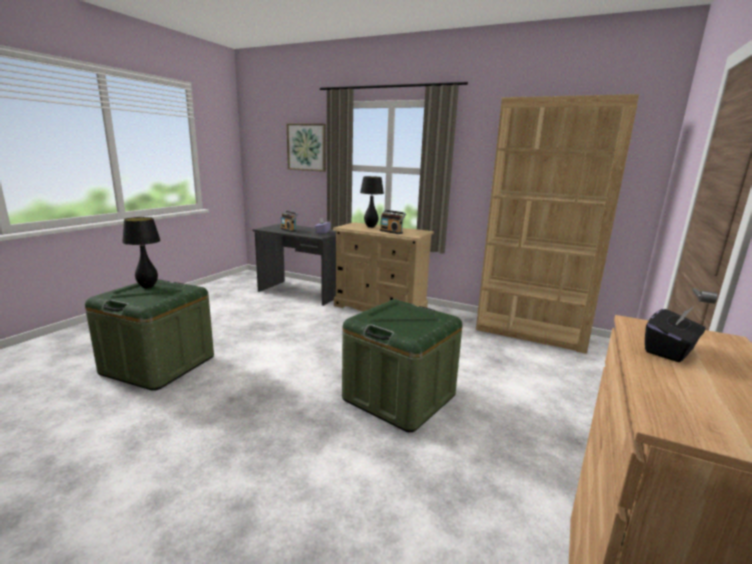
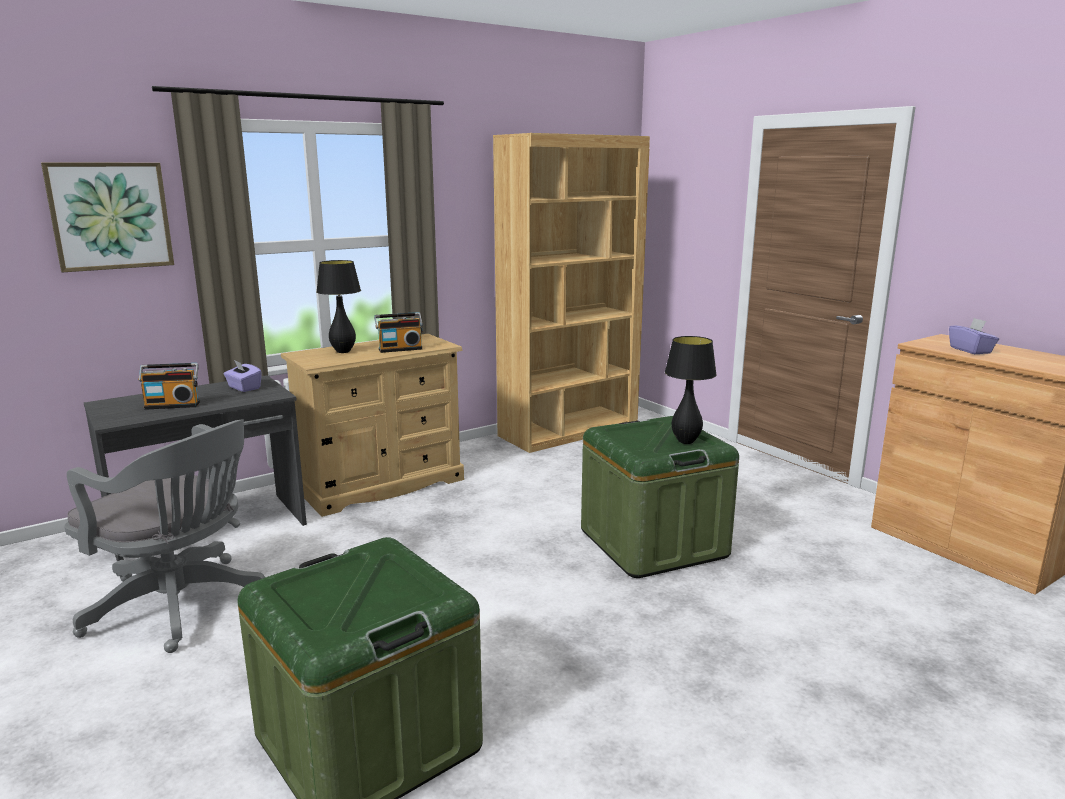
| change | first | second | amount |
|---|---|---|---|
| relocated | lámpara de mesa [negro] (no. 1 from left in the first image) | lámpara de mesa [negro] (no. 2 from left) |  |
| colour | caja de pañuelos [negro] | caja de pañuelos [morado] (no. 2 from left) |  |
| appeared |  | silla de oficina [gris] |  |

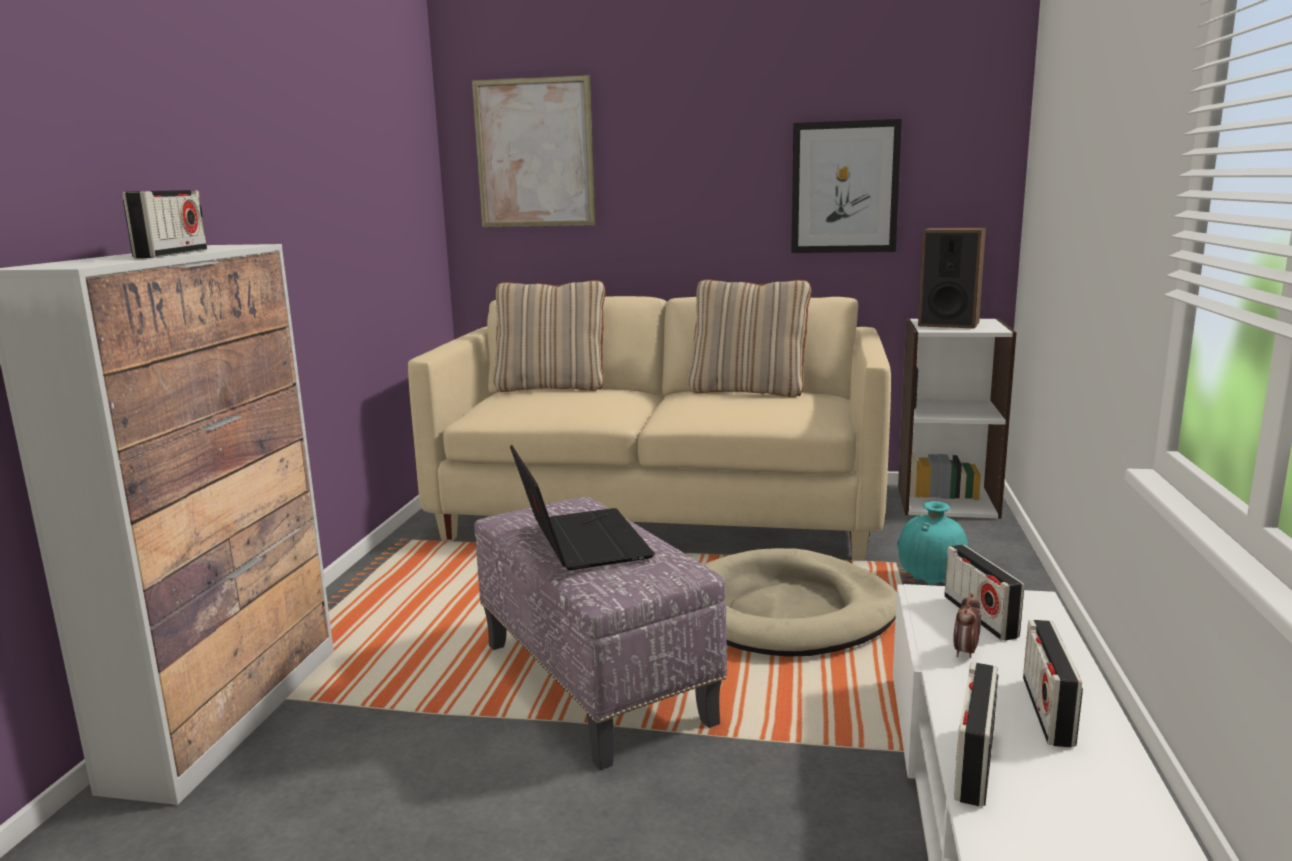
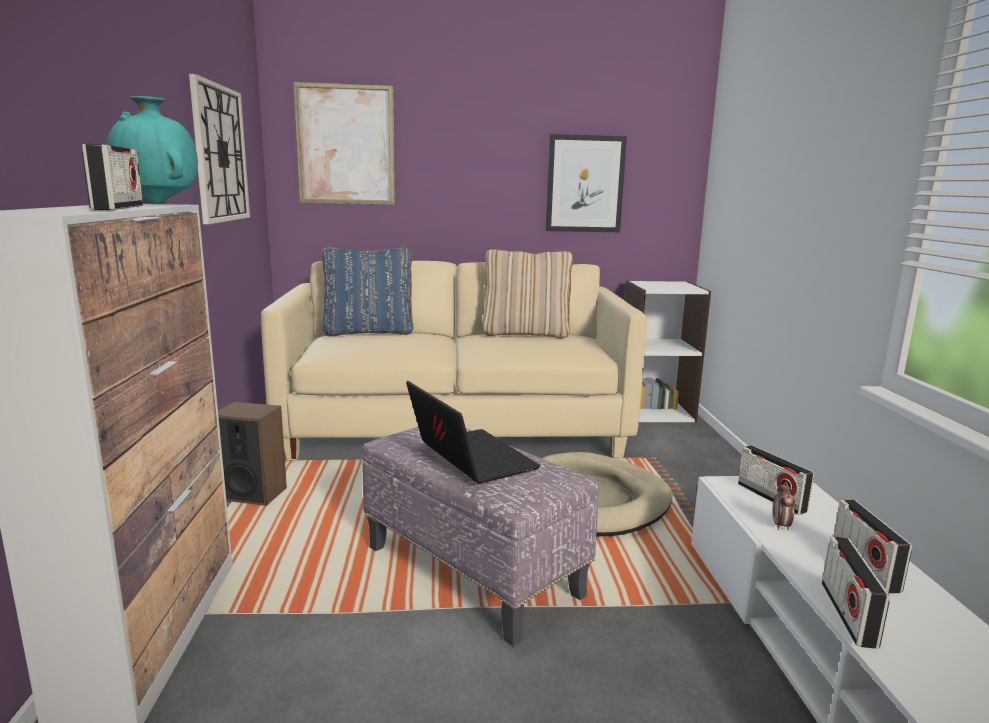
| change | first | second | amount |
|---|---|---|---|
| relocated | altavoz |  |  |
| colour | cojín [beis] (no. 1 from left) | cojín [azul] |  |
| relocated | florero [turquesa] |  |  |
| appeared |  | reloj de pared |  |

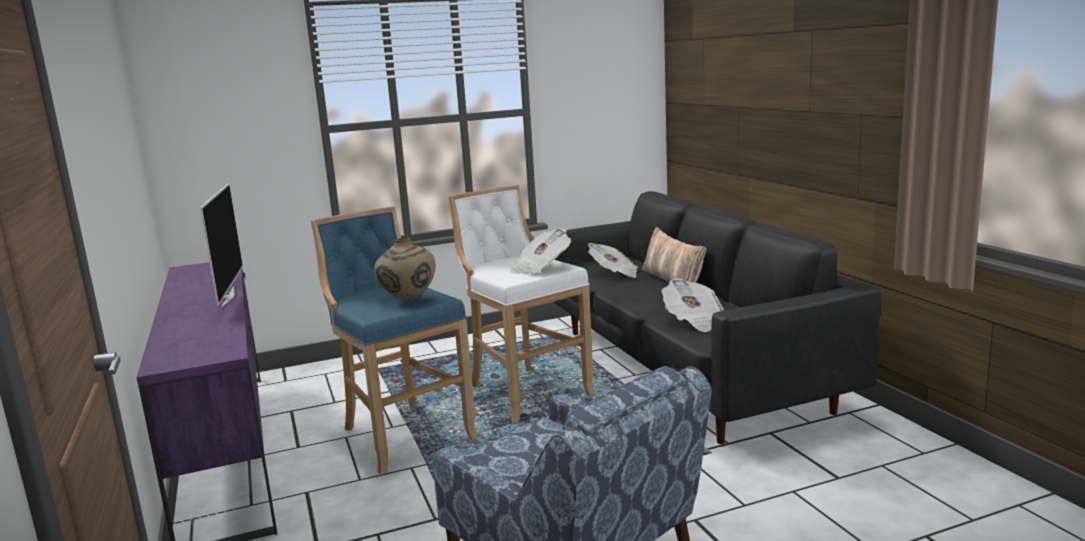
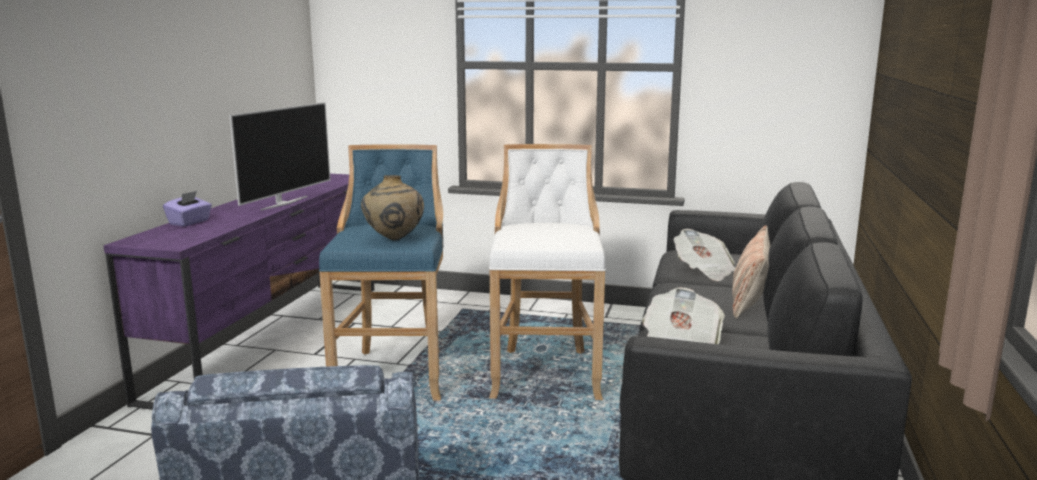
| change | first | second | amount |
|---|---|---|---|
| missing | periódico (no. 1 from left) |  |  |
| appeared |  | caja de pañuelos [morado] |  |

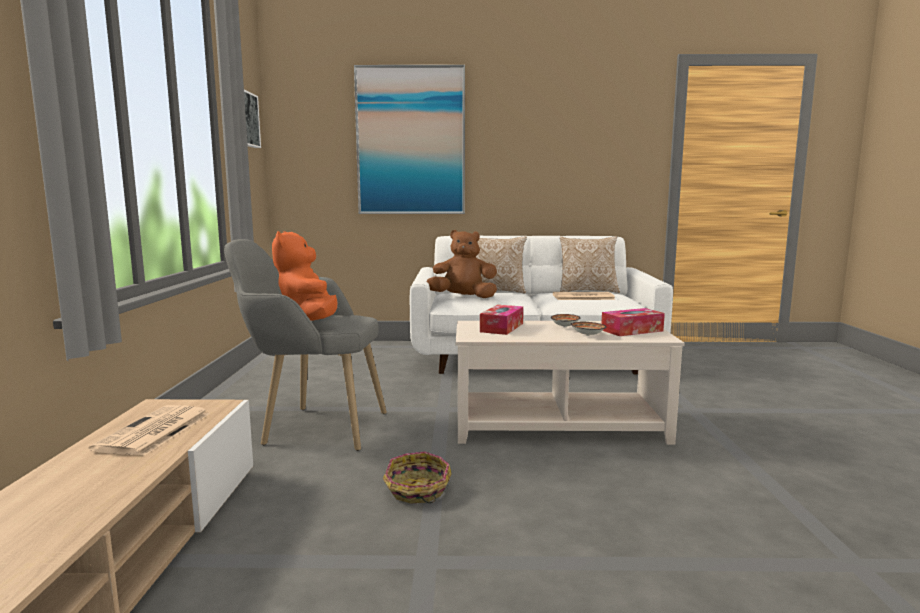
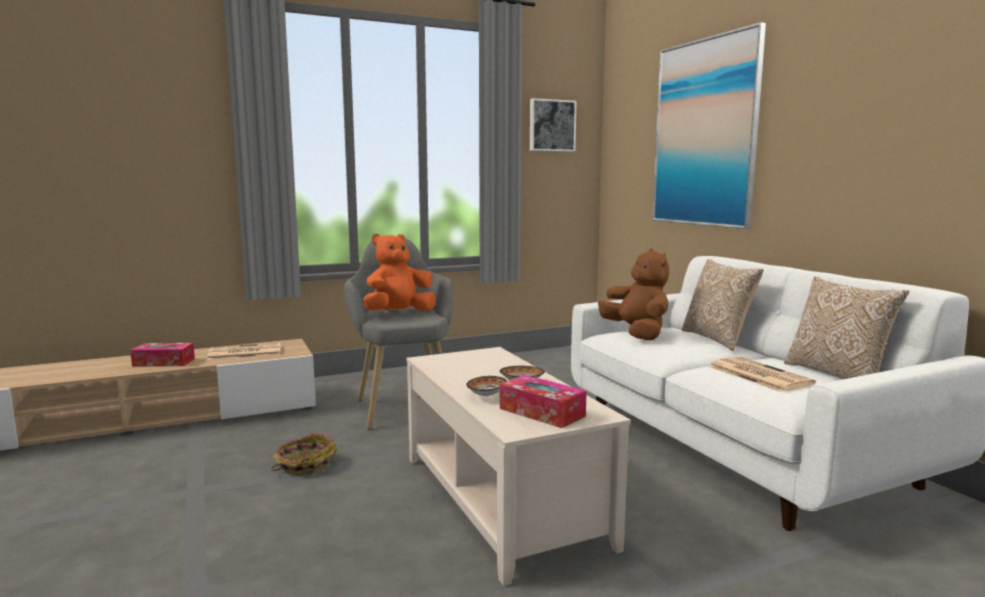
| change | first | second | amount |
|---|---|---|---|
| relocated | caja de pañuelos (no. 1 from left) |  |  |

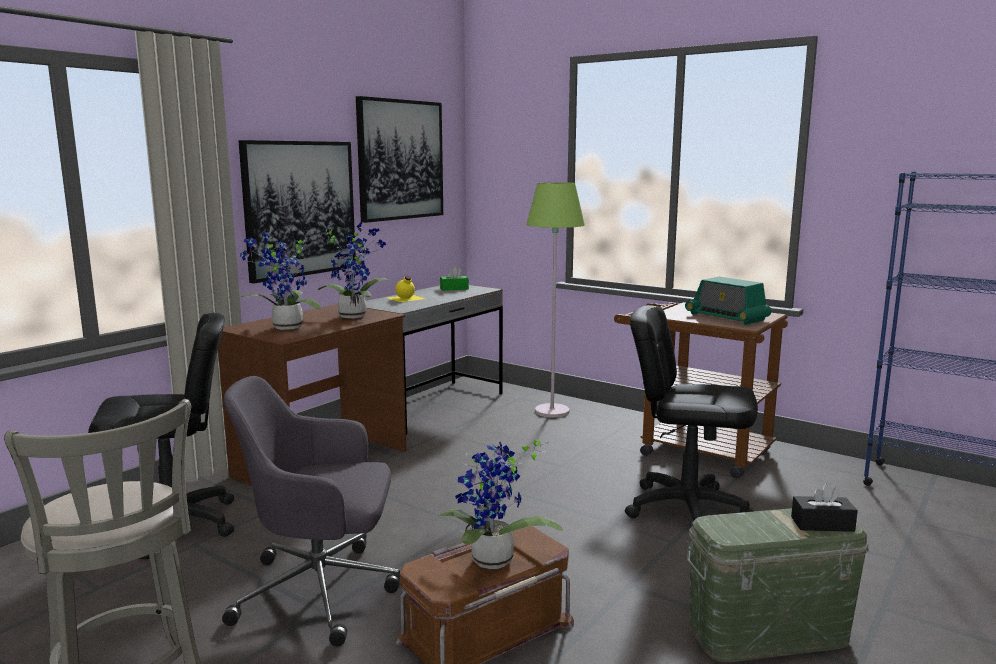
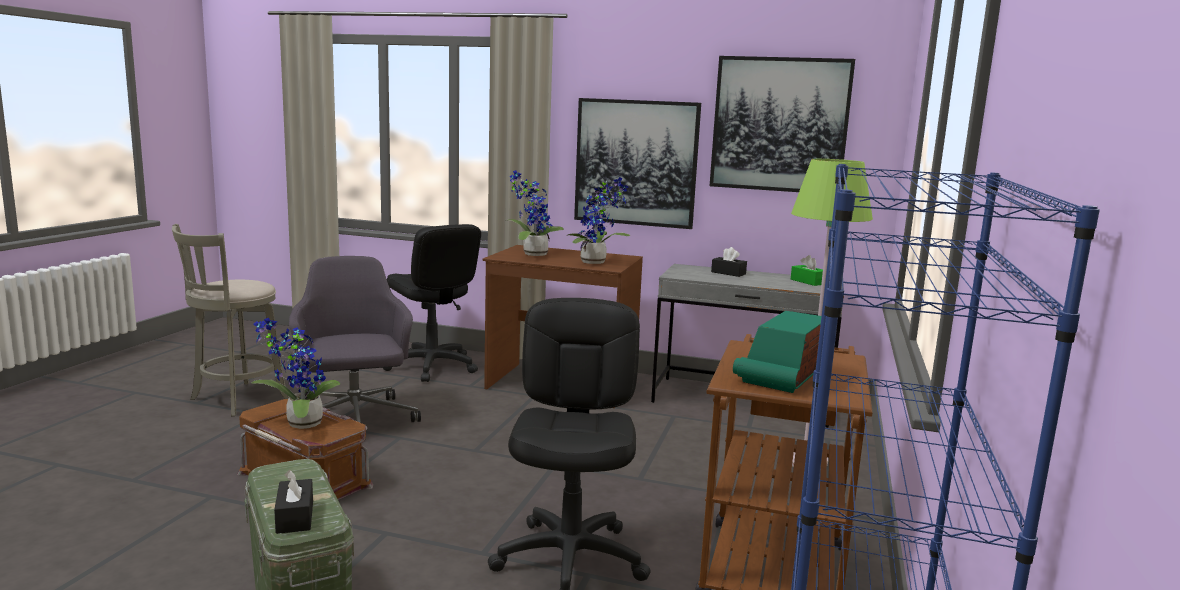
| change | first | second | amount |
|---|---|---|---|
| exchanged | botella [amarillo] | caja de pañuelos [negro] (no. 2 from left) |  |

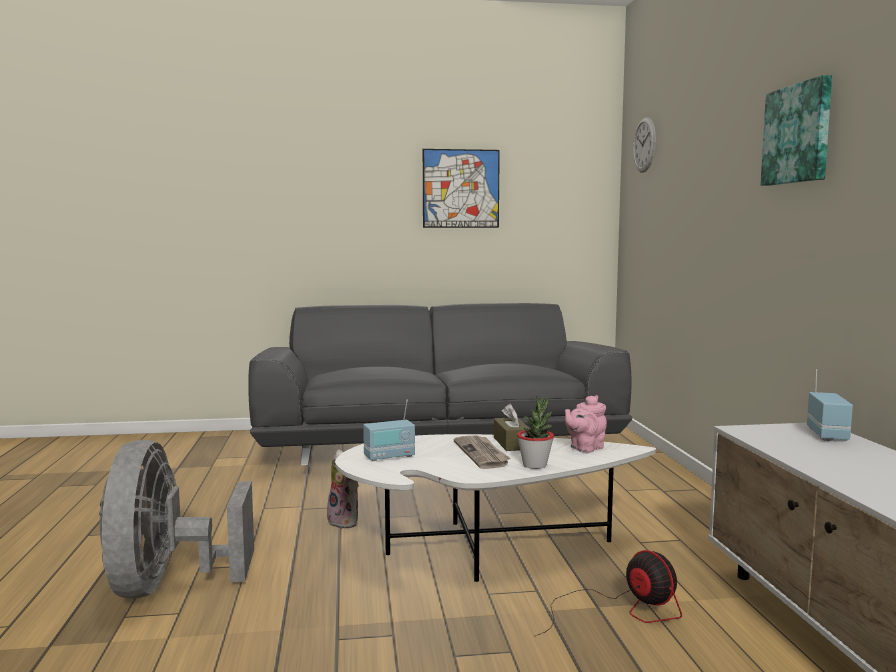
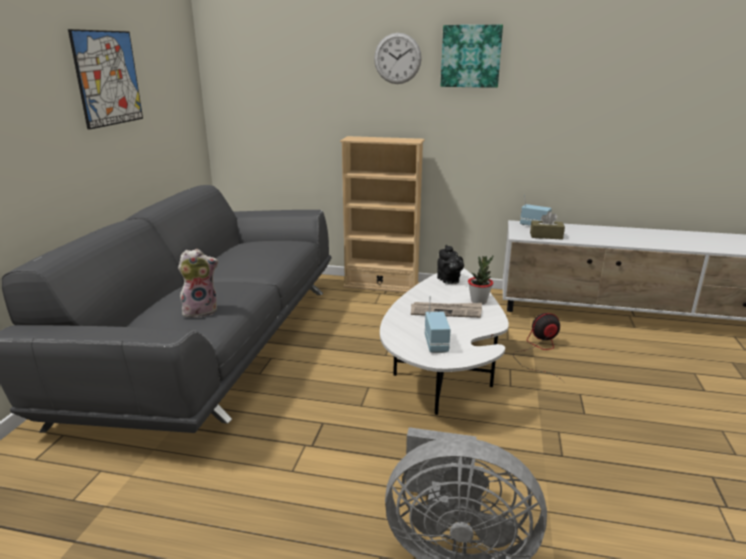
| change | first | second | amount |
|---|---|---|---|
| relocated | reloj de pared |  |  |
| colour | tetera [rosa] | tetera [negro] |  |
| relocated | caja de pañuelos [marrón] |  |  |
| relocated | peluche |  |  |
| appeared |  | estantería [beis] |  |

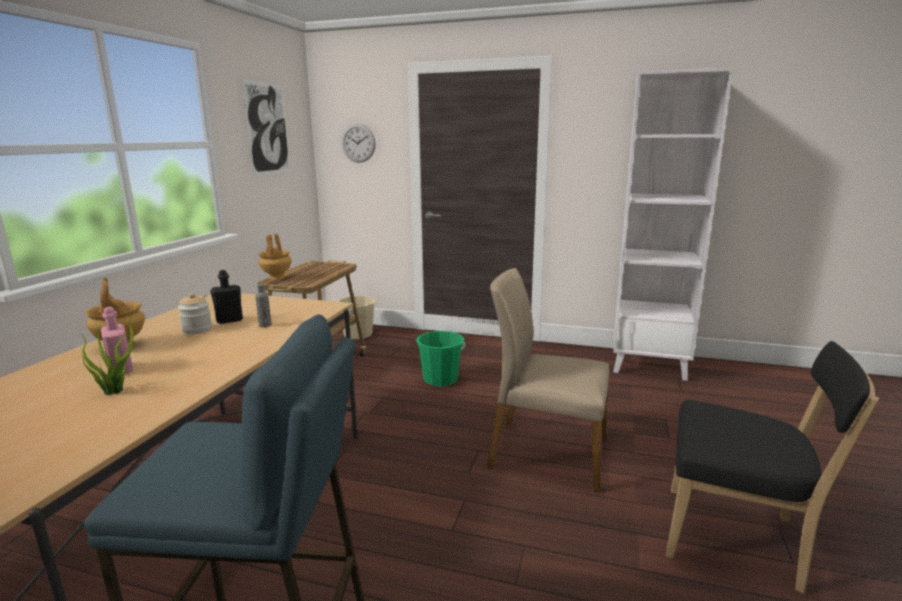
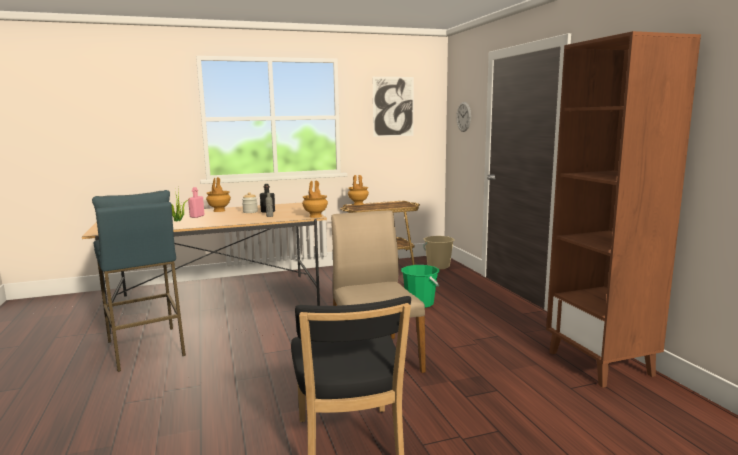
| change | first | second | amount |
|---|---|---|---|
| colour | estantería [blanco] | estantería [marrón] |  |
| appeared |  | florero [marrón] (no. 2 from left) |  |

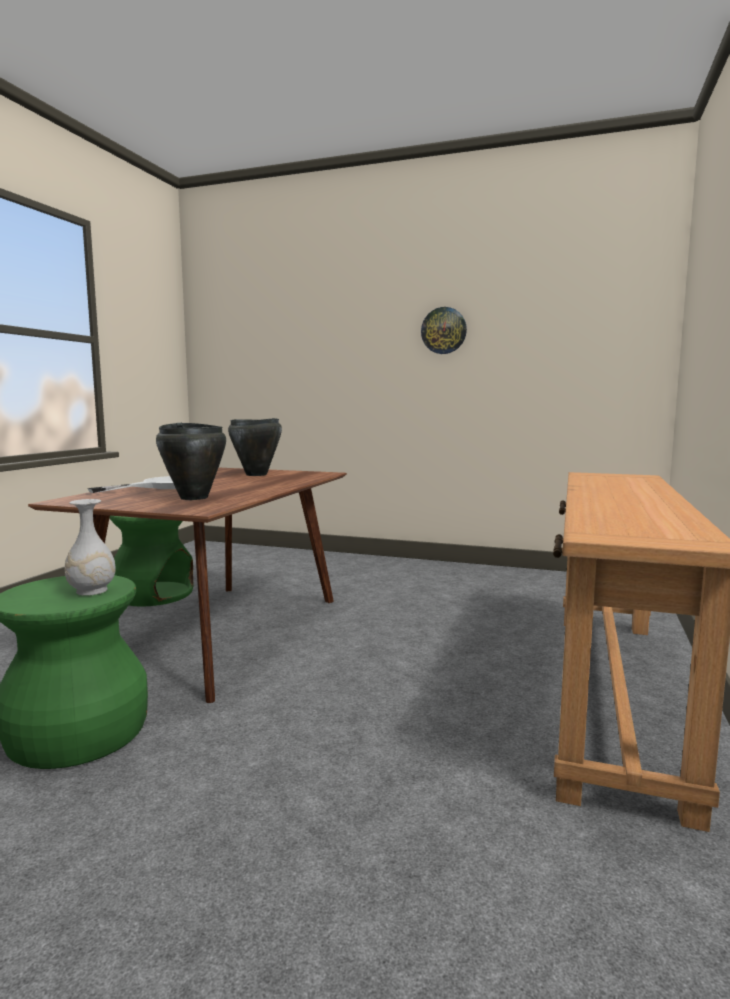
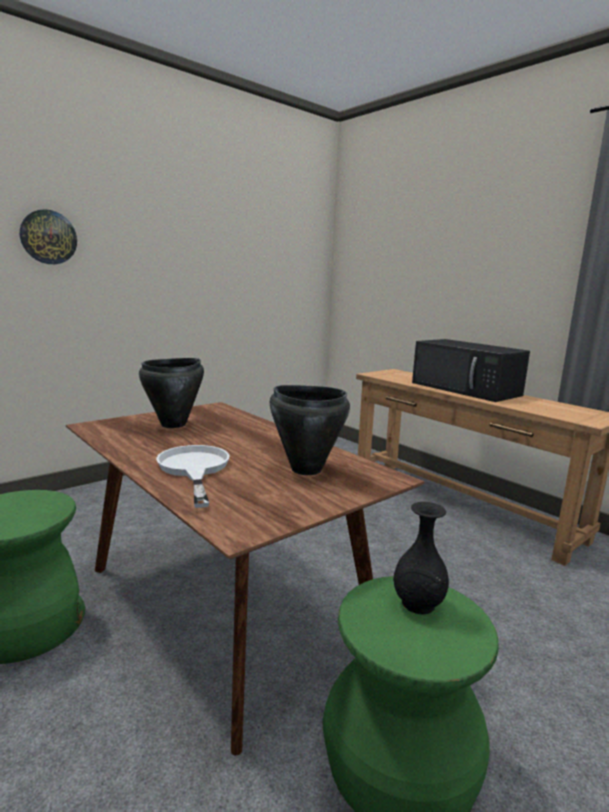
| change | first | second | amount |
|---|---|---|---|
| relocated | reloj de pared |  |  |
| colour | florero [blanco] | florero [negro] |  |
| appeared |  | microondas [negro] |  |

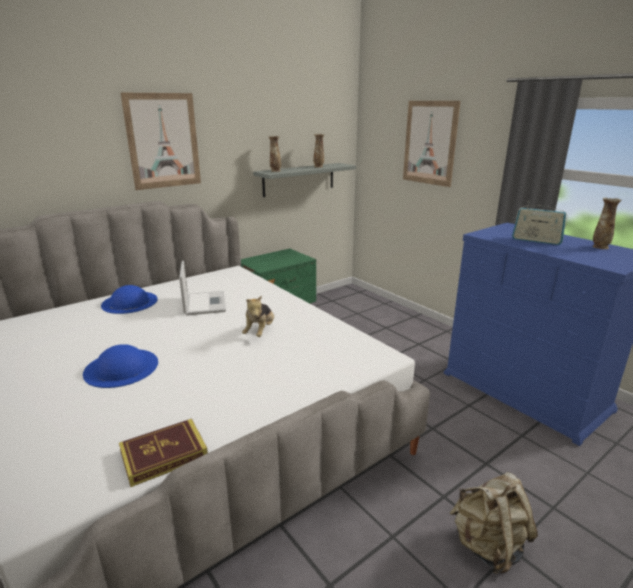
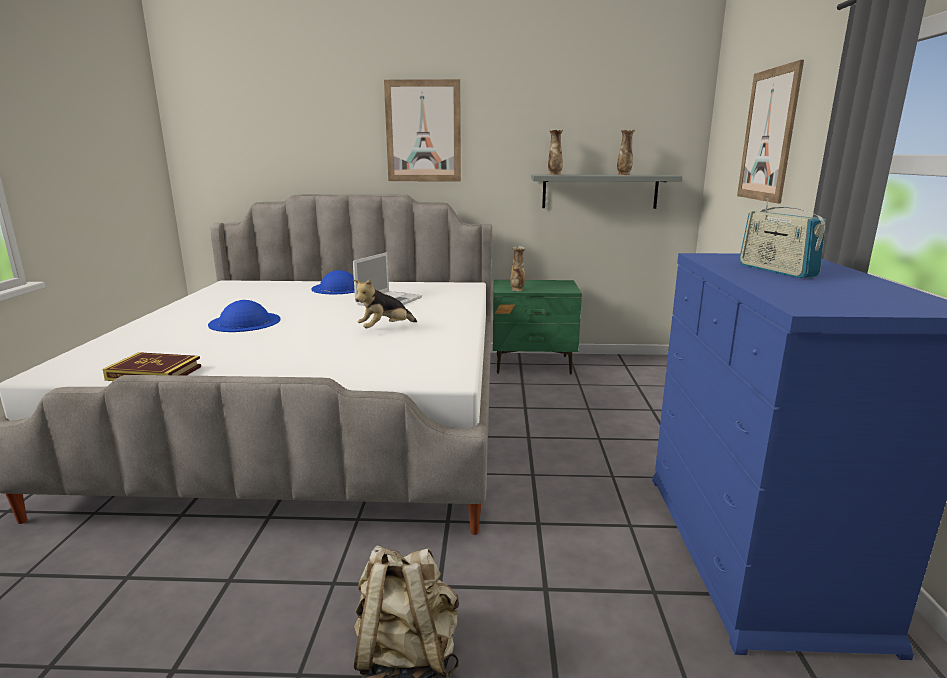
| change | first | second | amount |
|---|---|---|---|
| relocated | florero (no. 3 from left in the first image) | florero (no. 1 from left) |  |

